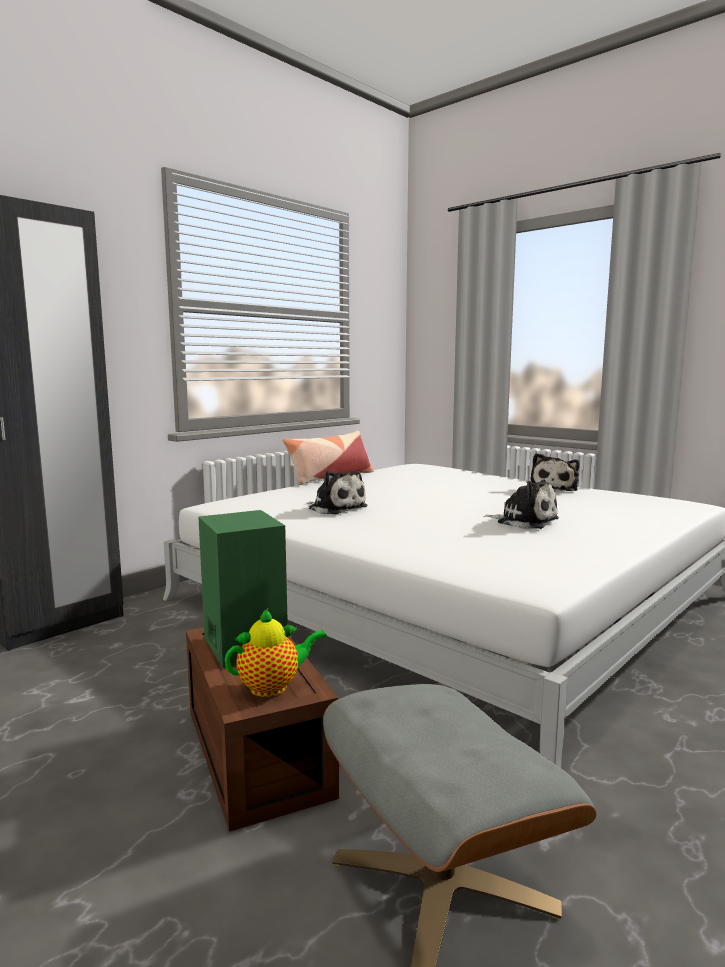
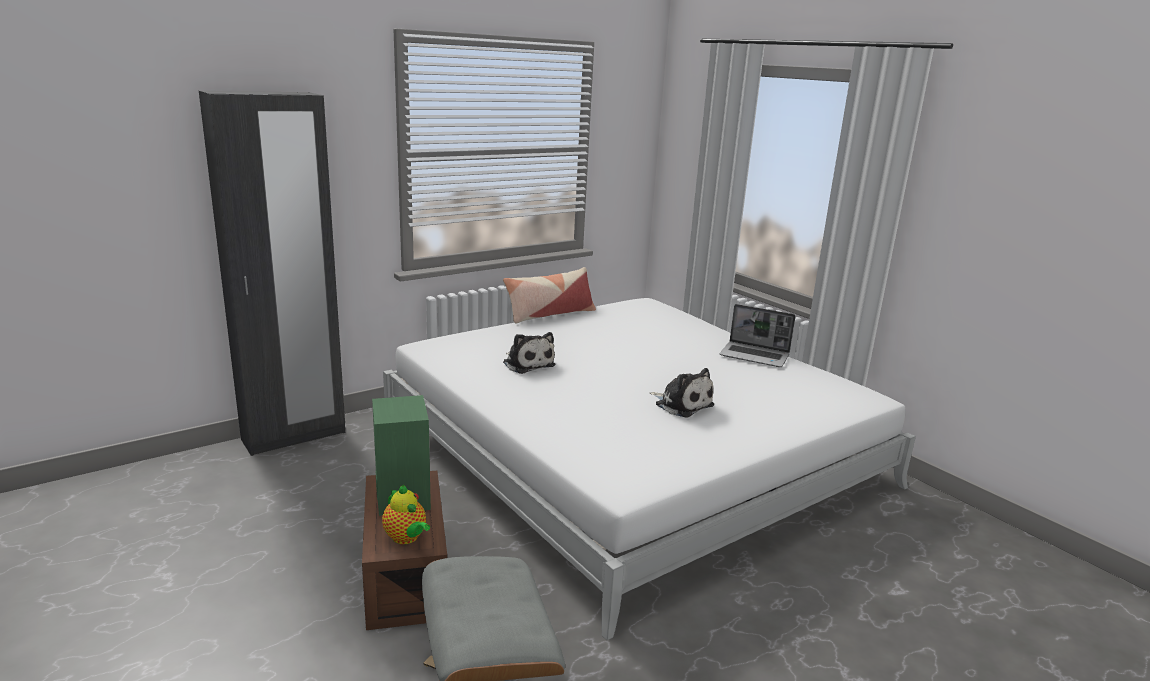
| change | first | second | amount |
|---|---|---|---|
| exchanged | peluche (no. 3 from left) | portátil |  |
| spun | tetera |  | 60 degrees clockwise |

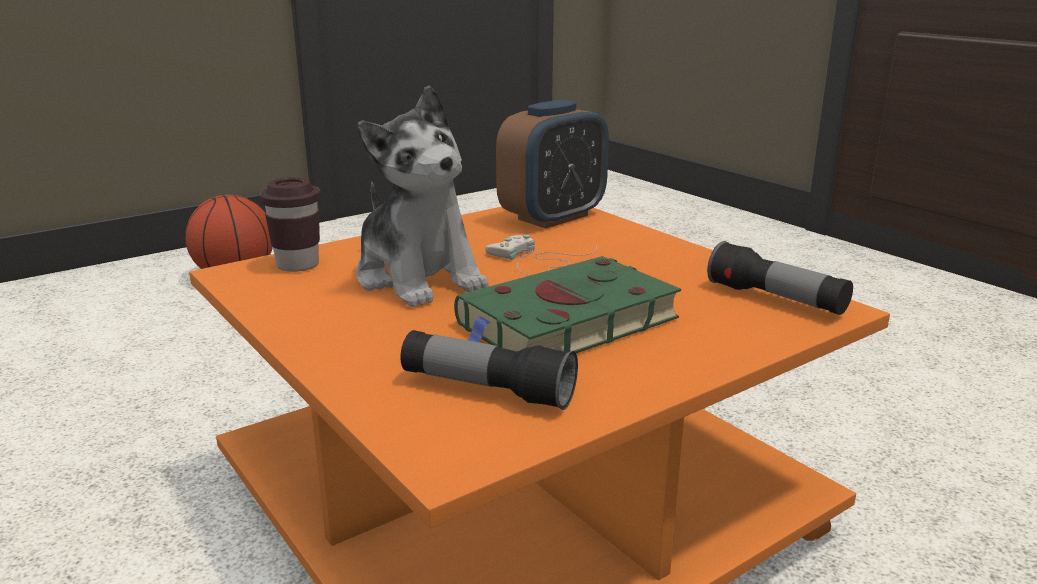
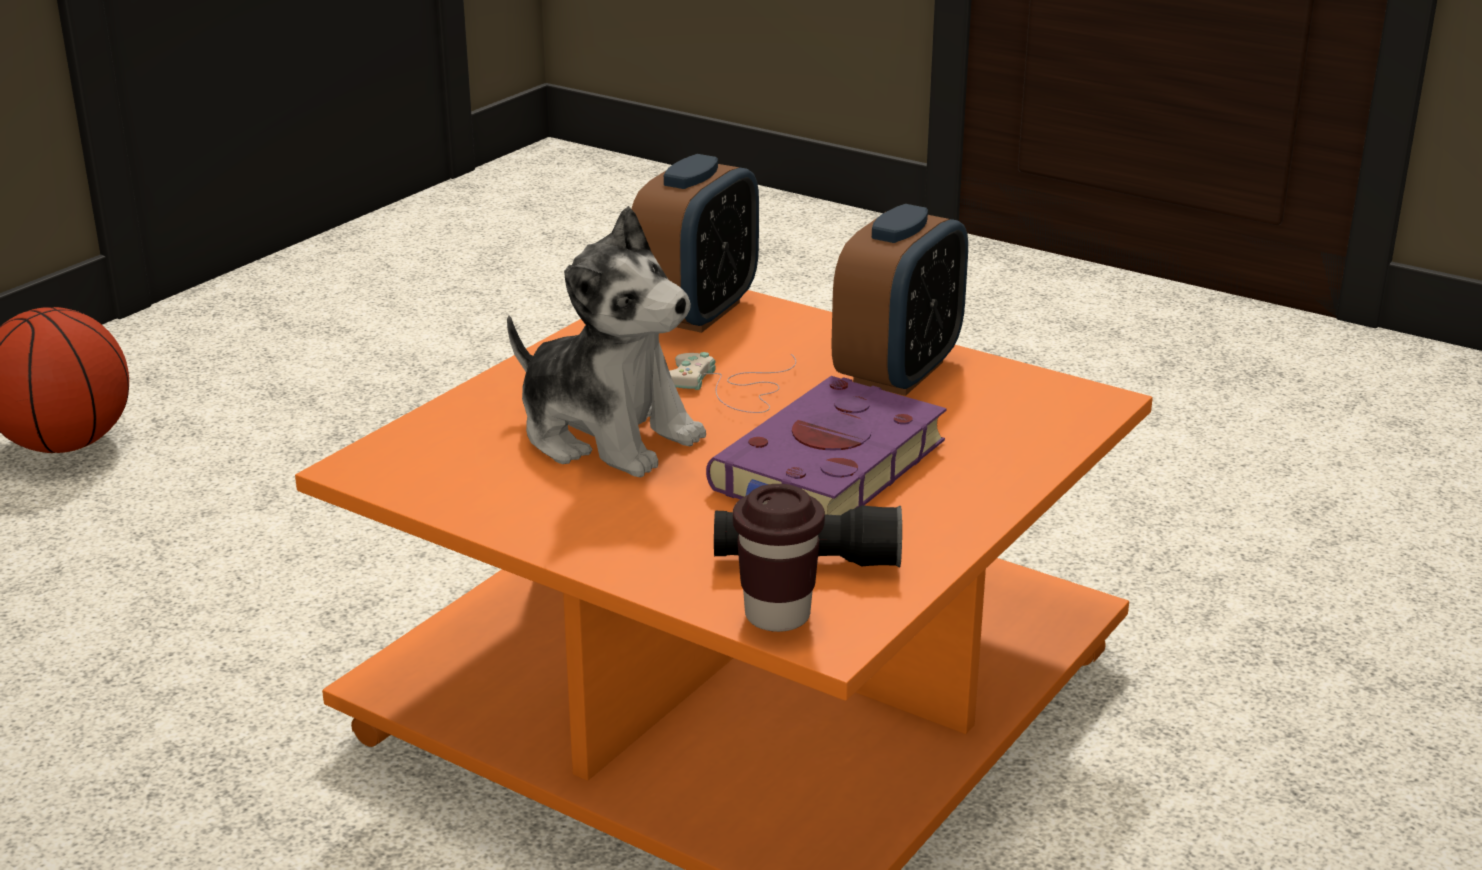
| change | first | second | amount |
|---|---|---|---|
| relocated | taza [marrón] |  |  |
| missing | linterna (no. 2 from left) |  |  |
| colour | libro [verde] | libro [morado] |  |
| appeared |  | despertador (no. 2 from left) |  |

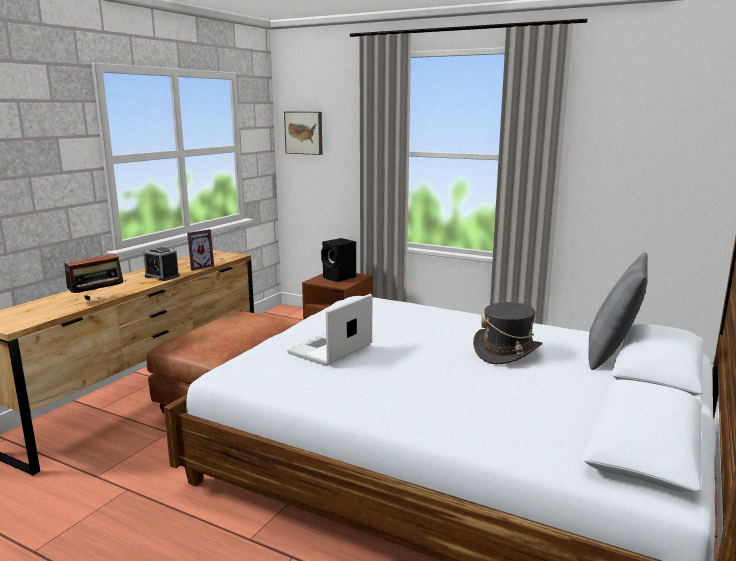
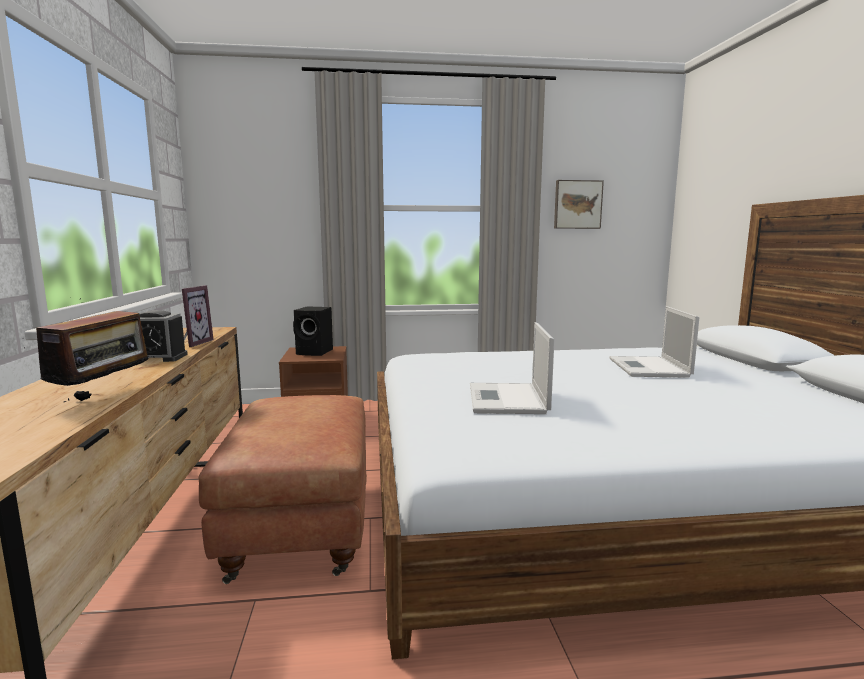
| change | first | second | amount |
|---|---|---|---|
| relocated | cuadro |  |  |
| missing | cojín [gris] |  |  |
| exchanged | sombrero [gris] | portátil (no. 2 from left) |  |

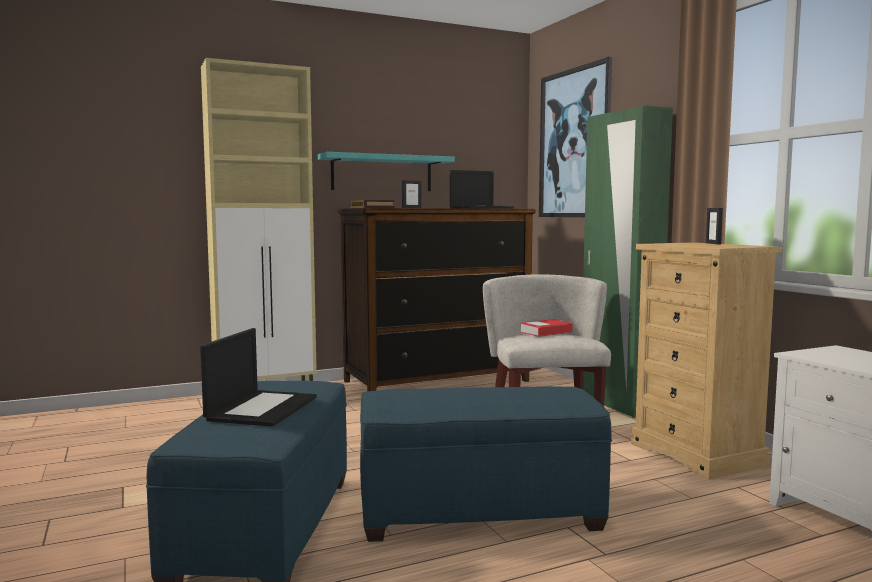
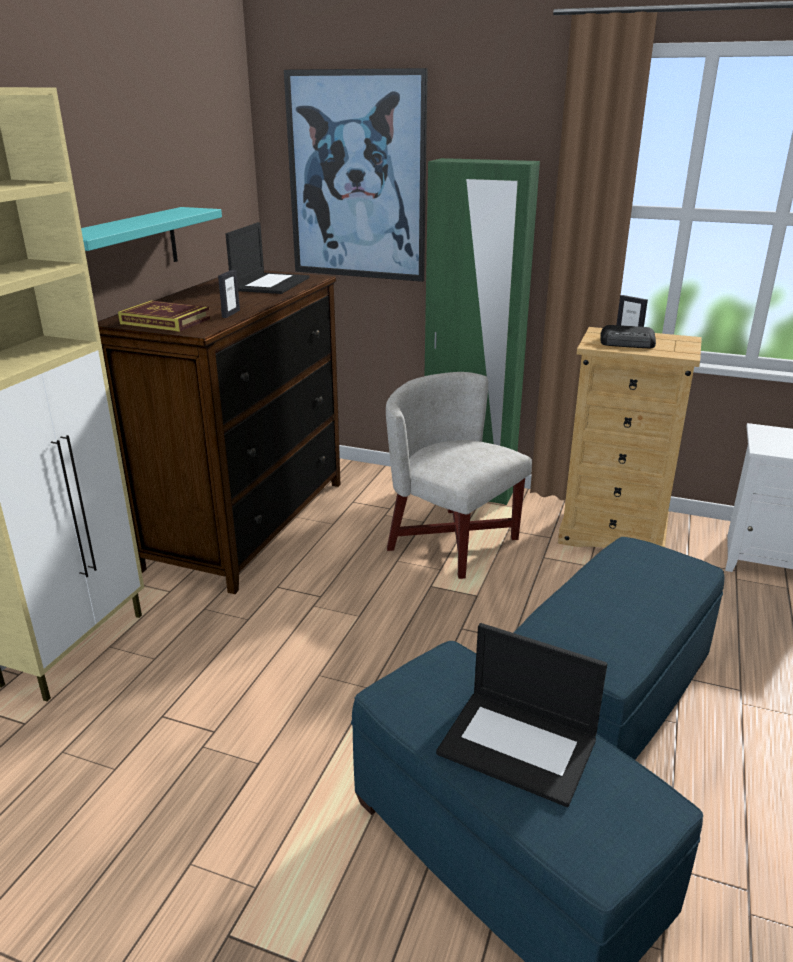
| change | first | second | amount |
|---|---|---|---|
| missing | libro (no. 2 from left) |  |  |
| spun | portátil (no. 1 from left in the first image) | portátil (no. 2 from left) | 150 degrees clockwise |
| appeared |  | radio |  |

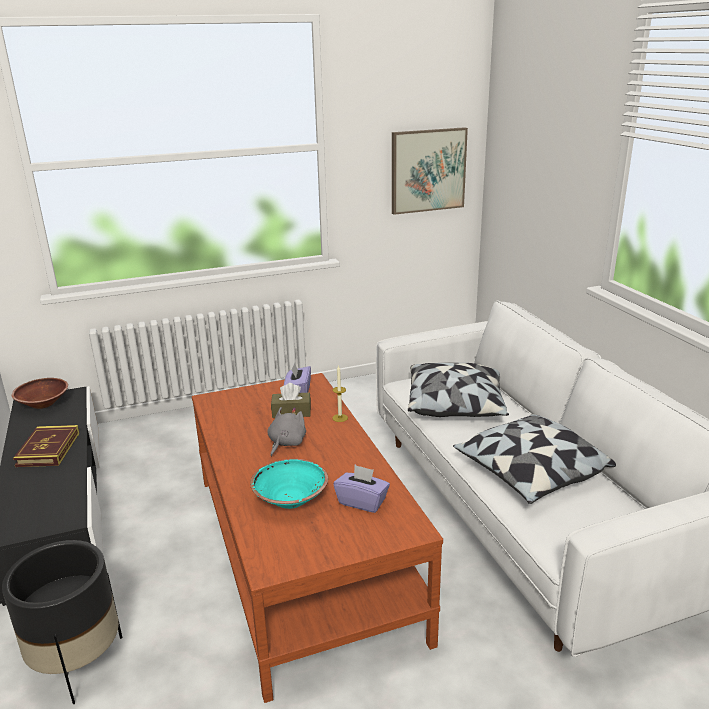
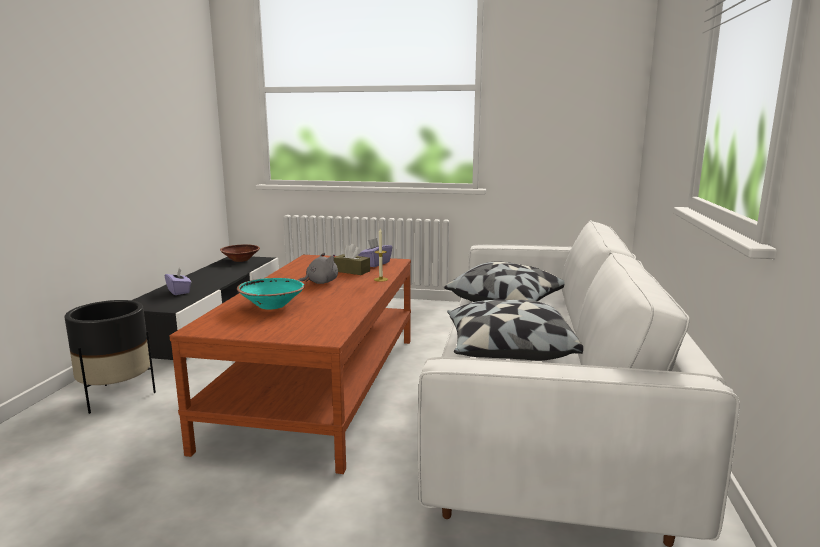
| change | first | second | amount |
|---|---|---|---|
| missing | cuadro |  |  |
| missing | libro |  |  |
| relocated | caja de pañuelos [morado] (no. 2 from left in the first image) | caja de pañuelos [morado] (no. 1 from left) |  |

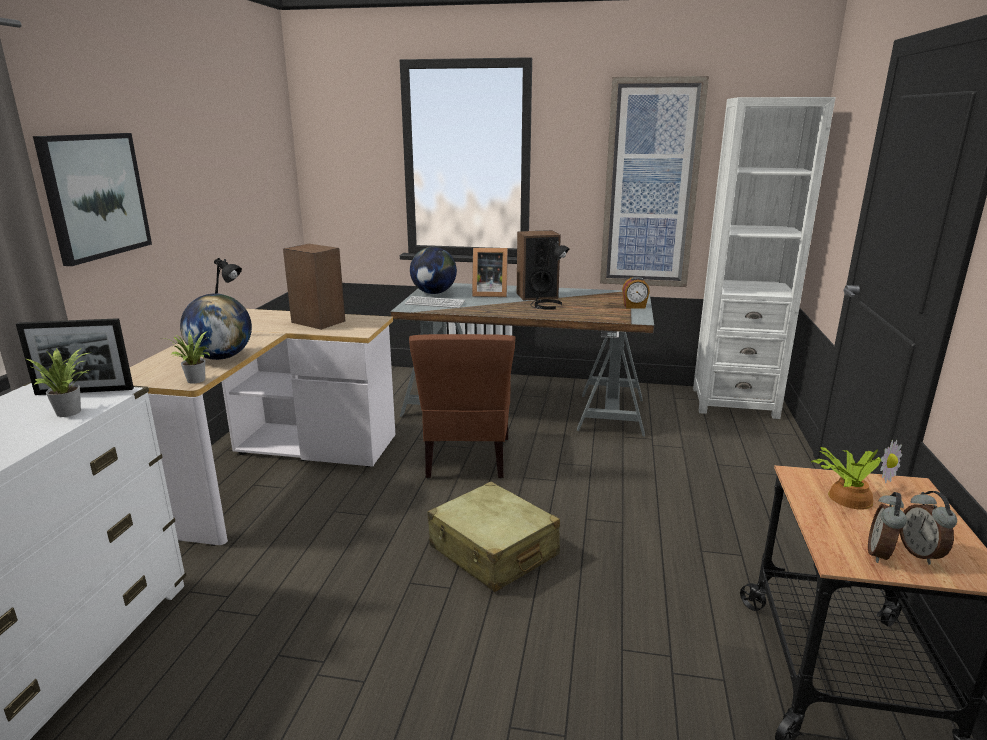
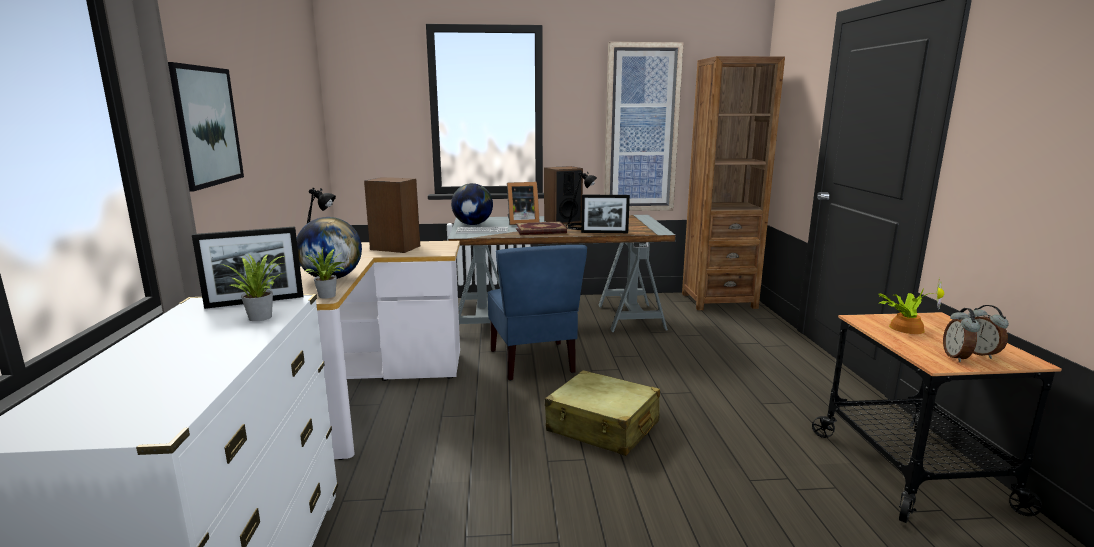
| change | first | second | amount |
|---|---|---|---|
| colour | estantería [blanco] | estantería [marrón] |  |
| missing | despertador (no. 1 from left) |  |  |
| colour | silla [marrón] | silla [azul] |  |
| appeared |  | portarretratos (no. 3 from left) |  |
| appeared |  | libro |  |

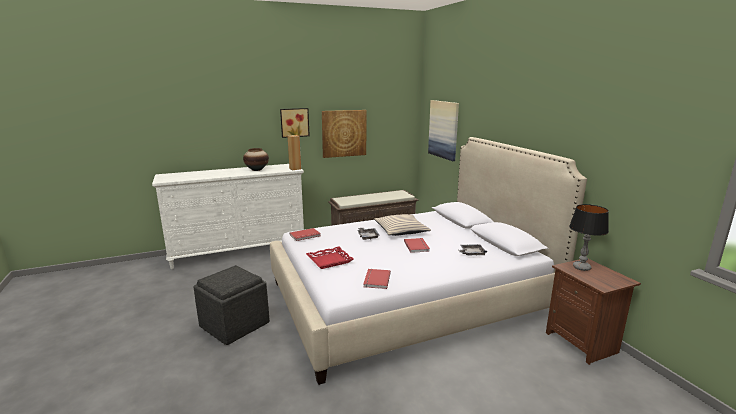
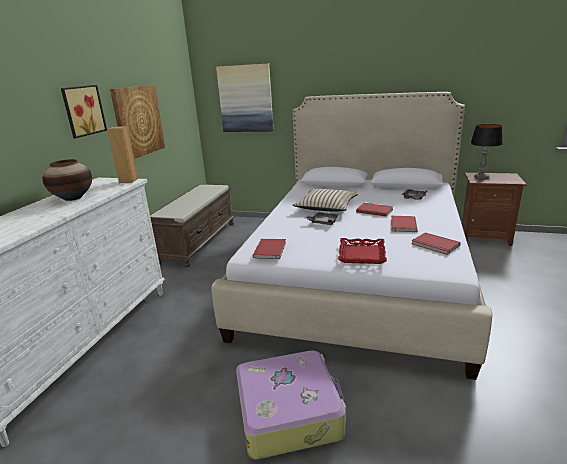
| change | first | second | amount |
|---|---|---|---|
| exchanged | puf [gris] | maleta |  |
| appeared |  | libro [rojo] (no. 3 from left) |  |

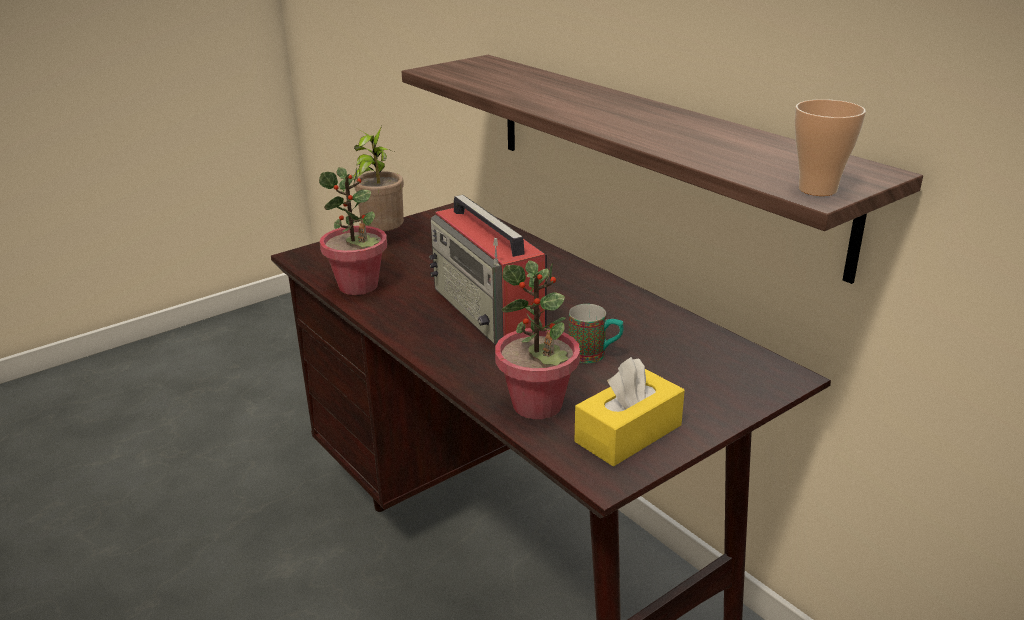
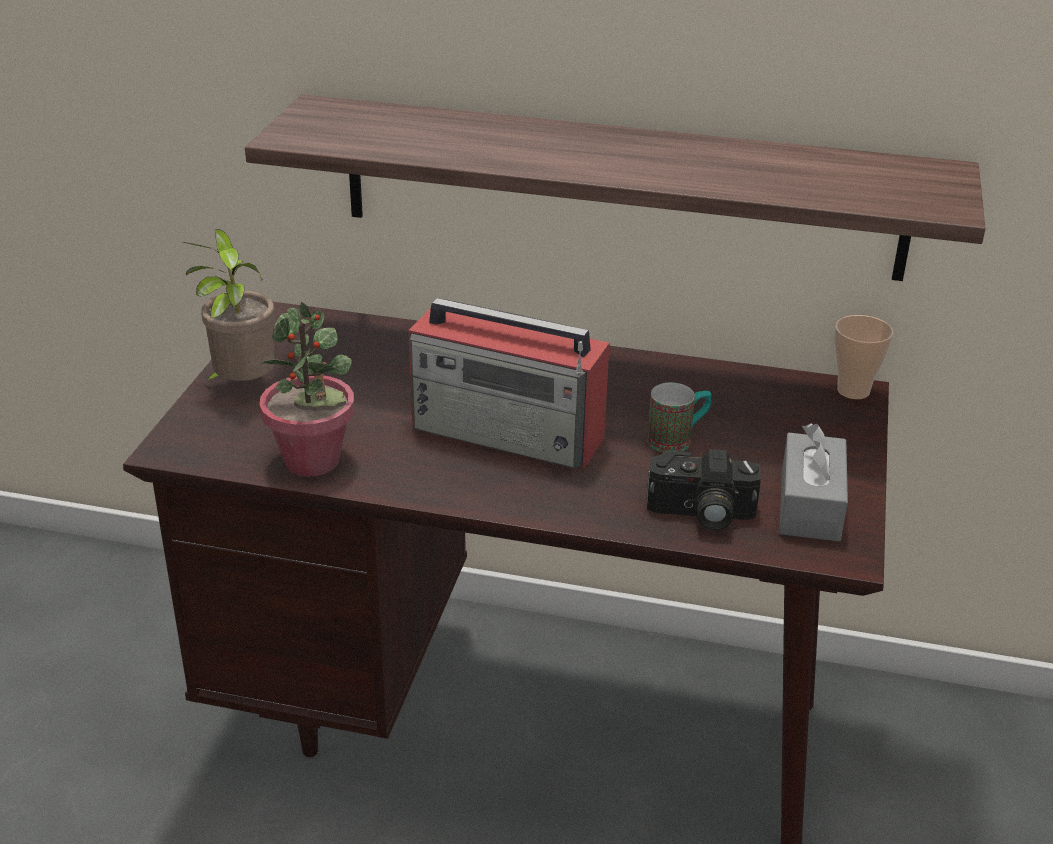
| change | first | second | amount |
|---|---|---|---|
| relocated | taza |  |  |
| exchanged | planta en maceta (no. 3 from left) | cámara |  |
| colour | caja de pañuelos [amarillo] | caja de pañuelos [gris] |  |

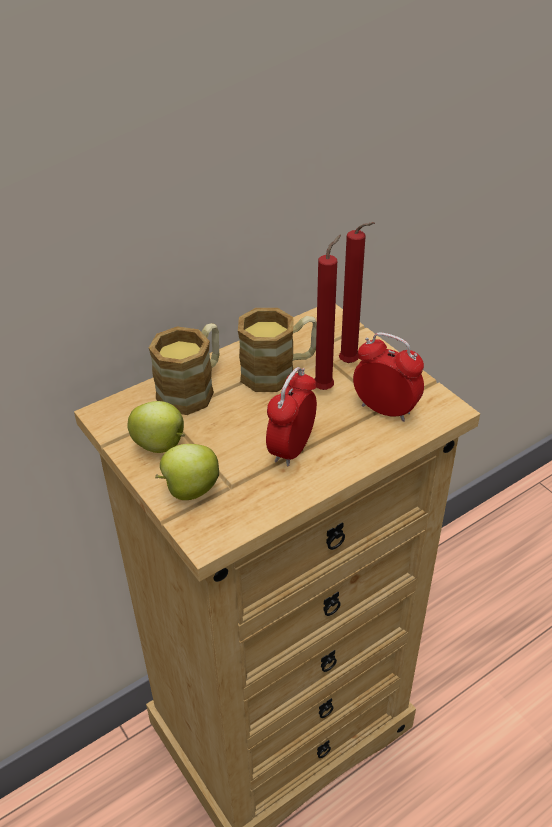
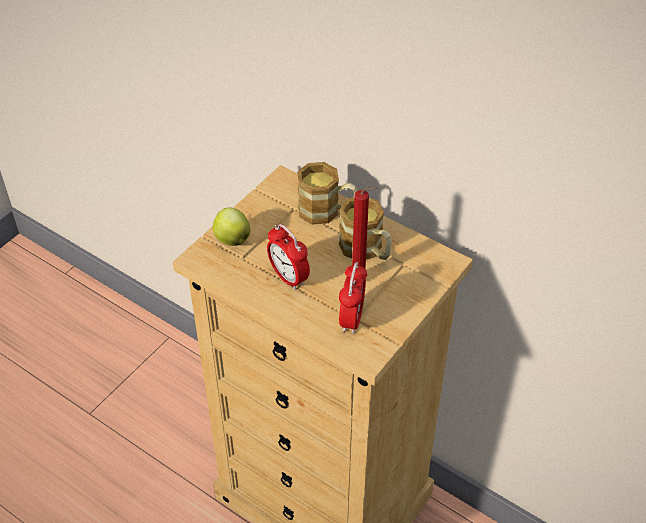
| change | first | second | amount |
|---|---|---|---|
| missing | vela [rojo] (no. 2 from left) |  |  |
| spun | despertador (no. 1 from left) |  | 135 degrees counterclockwise |
| missing | manzana (no. 1 from left) |  |  |

